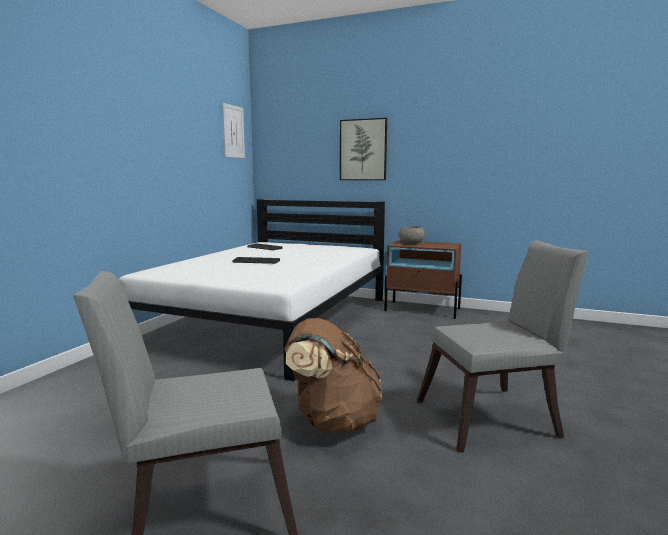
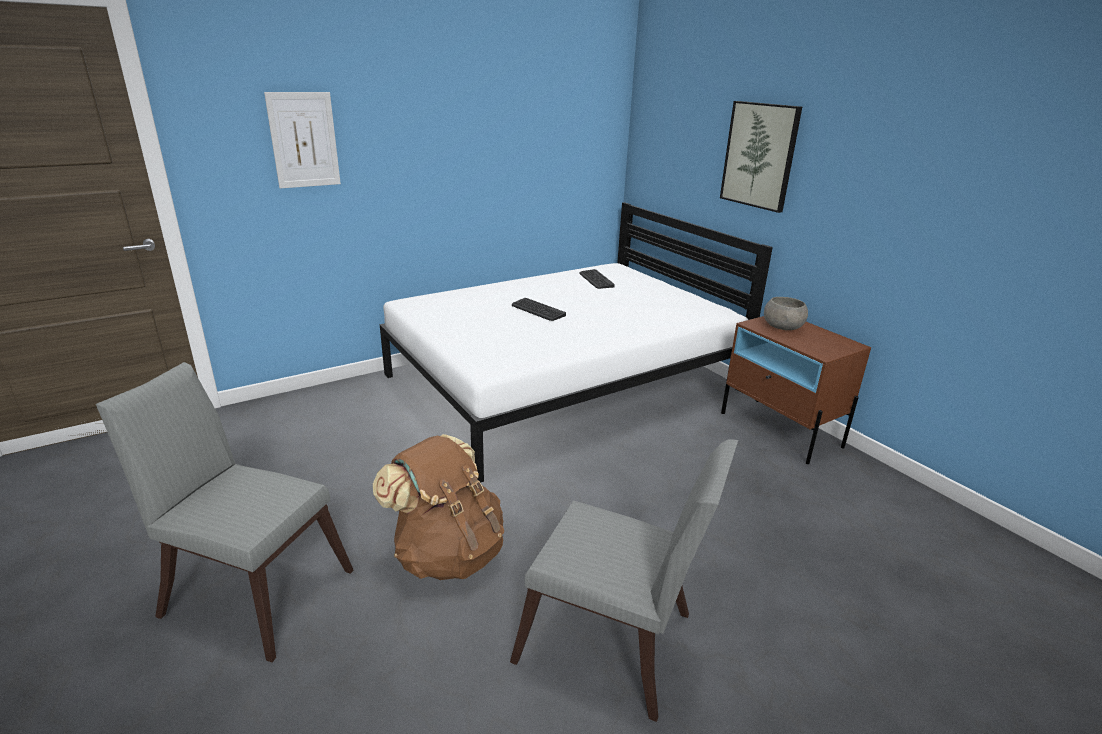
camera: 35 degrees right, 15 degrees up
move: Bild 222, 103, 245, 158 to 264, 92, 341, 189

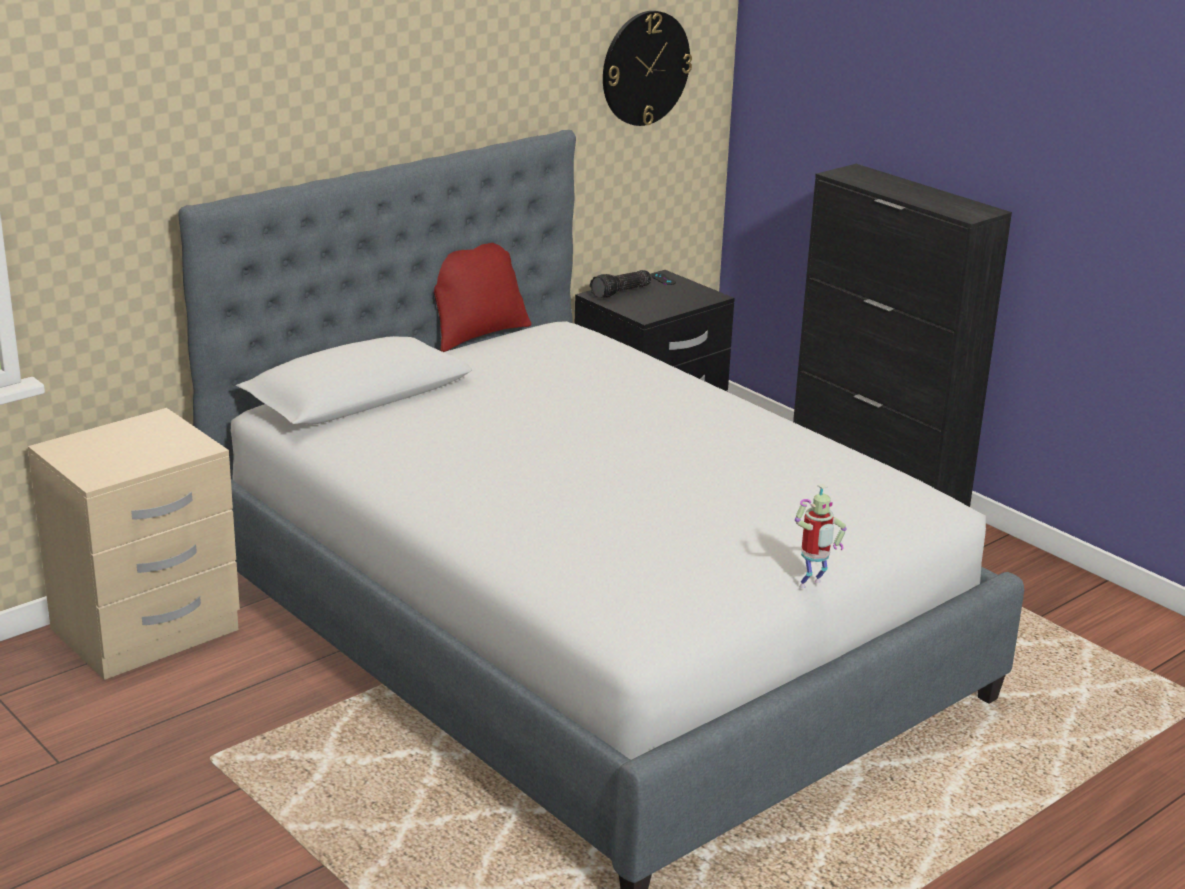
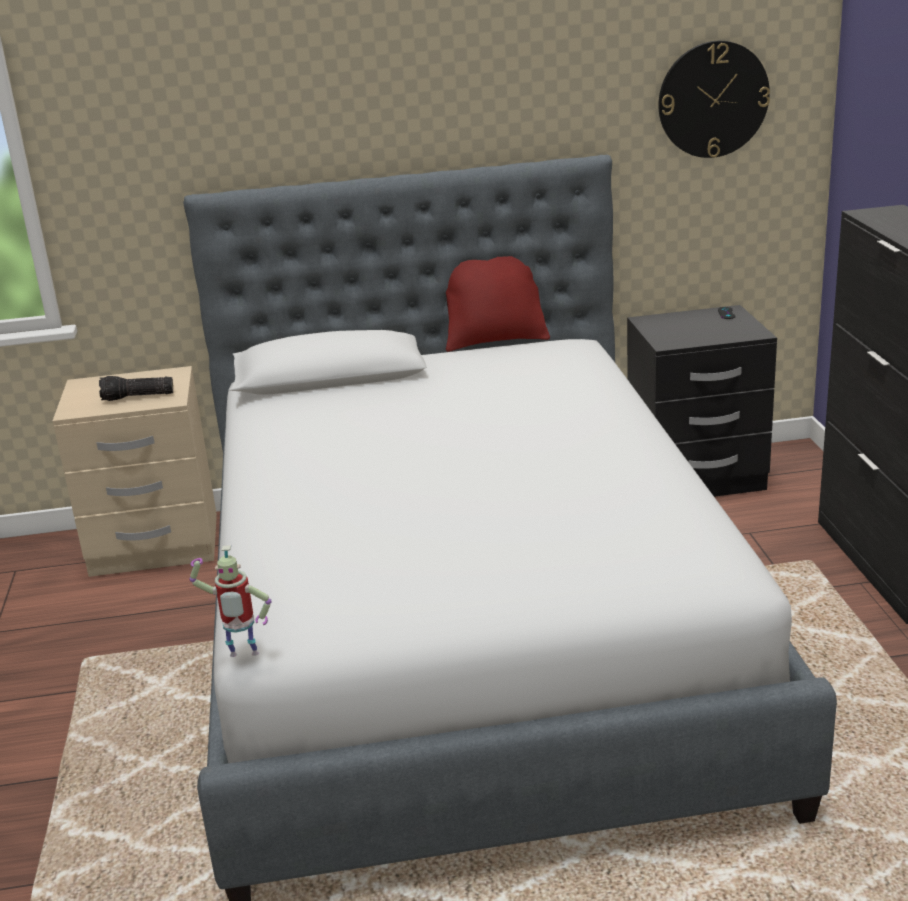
camera: 35 degrees right, 0 degrees up
move: Taschenlampe 590, 270, 651, 298 to 99, 376, 173, 401; Spielzeugroboter 795, 484, 847, 588 to 190, 545, 272, 657

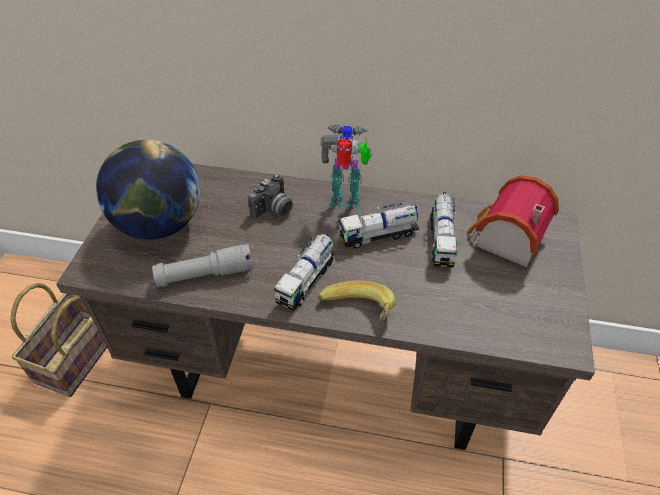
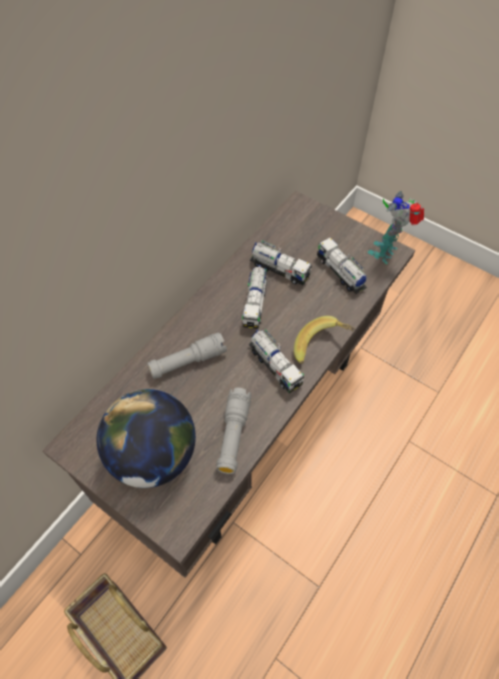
camera: 65 degrees left, 10 degrees up
delete: Spielzeughaus 467, 175, 559, 267
insert: Spielzeuglaster 317, 238, 367, 294
move: Spielzeugroboter 320, 125, 372, 210 to 368, 191, 424, 264
replace: Kamera 248, 174, 293, 219 to Taschenlampe (grau) 147, 332, 227, 379

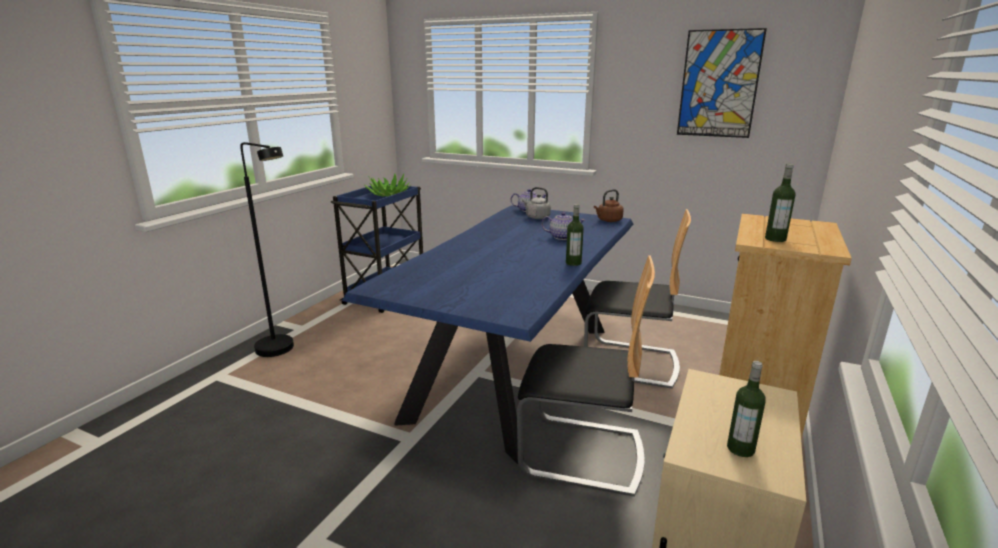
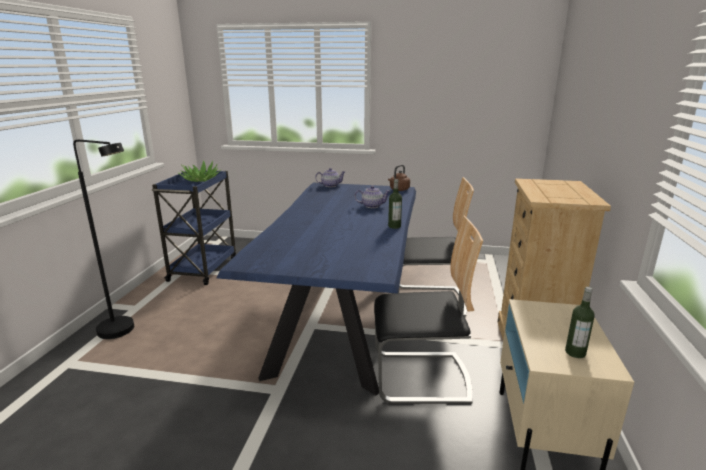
camera: 15 degrees left, 0 degrees up
delete: Wasserkessel (grau) 522, 187, 551, 219; Bild 677, 28, 767, 138; Flasche 765, 164, 795, 242

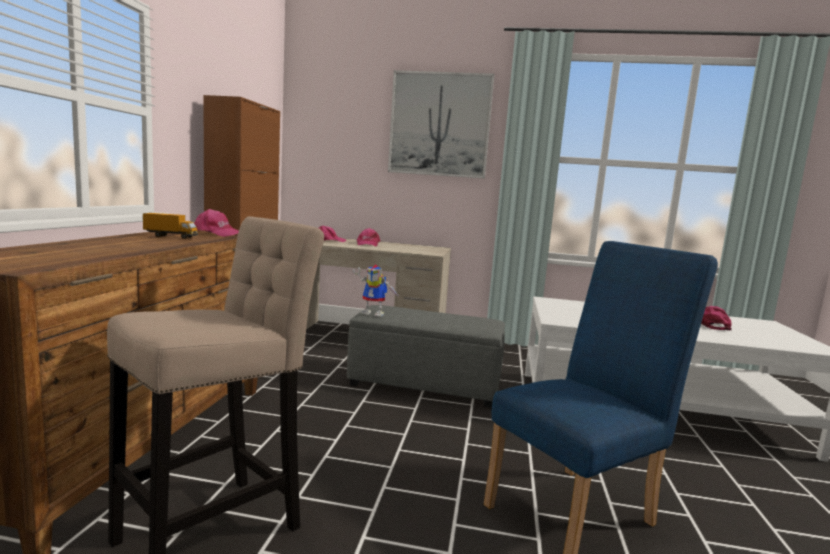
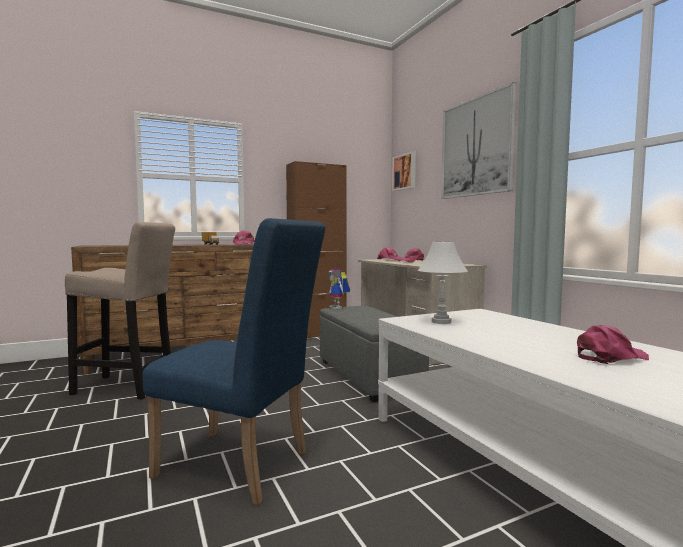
camera: 55 degrees right, 5 degrees down
insert: Bild 392, 152, 416, 191; Tischlampe (weiß) 418, 241, 468, 324

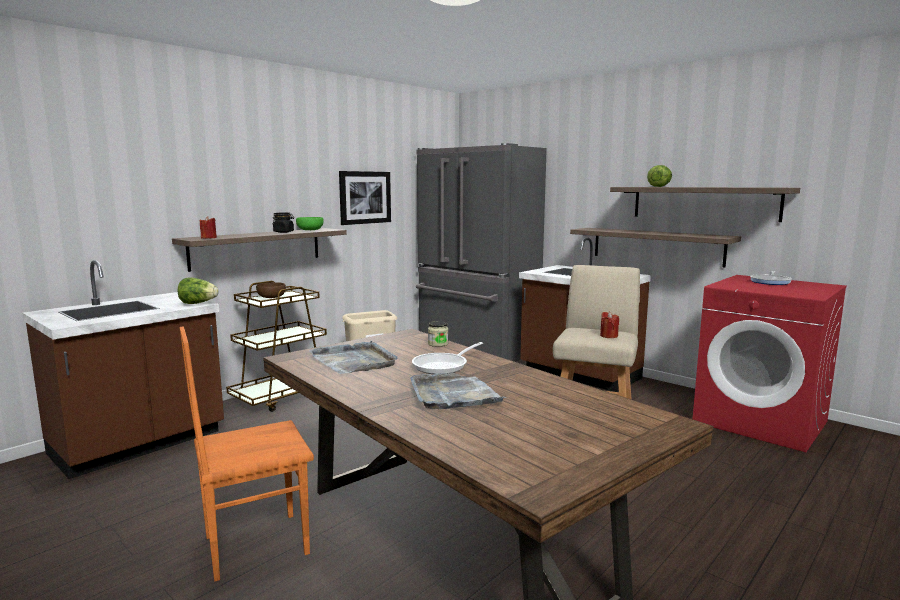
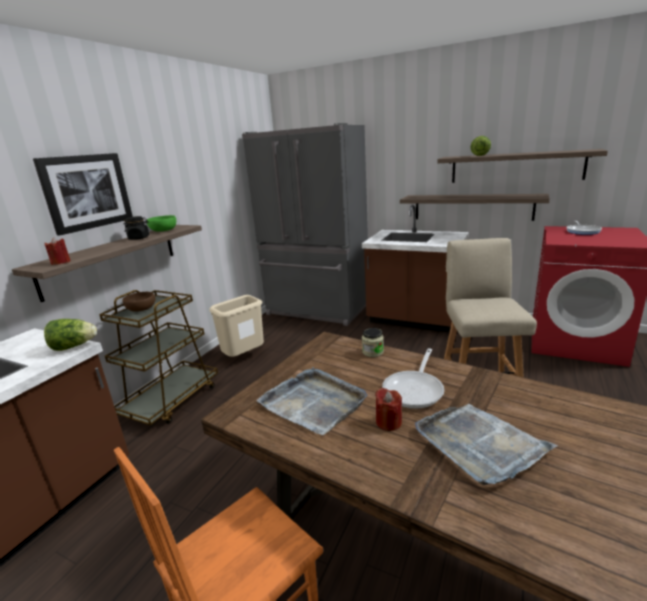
camera: 15 degrees left, 10 degrees up
move: Bild 339, 171, 391, 225 to 33, 153, 133, 236; Kerze (rot) 600, 311, 619, 338 to 375, 388, 402, 431

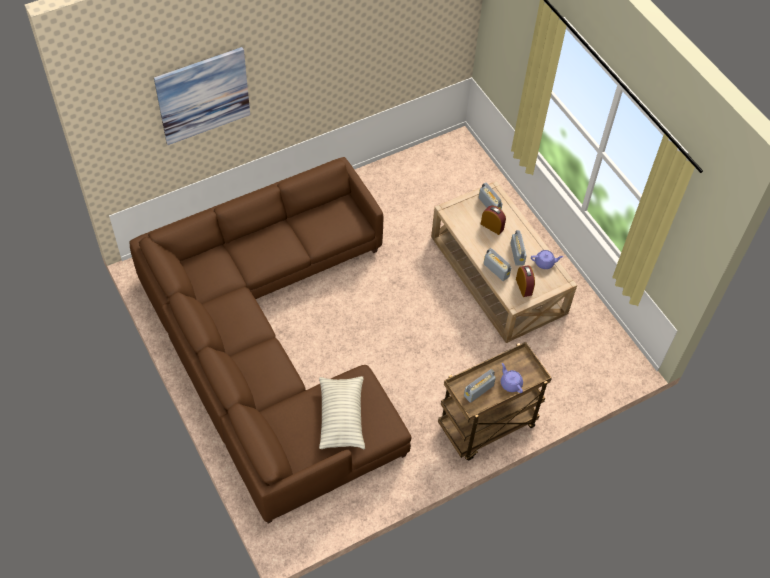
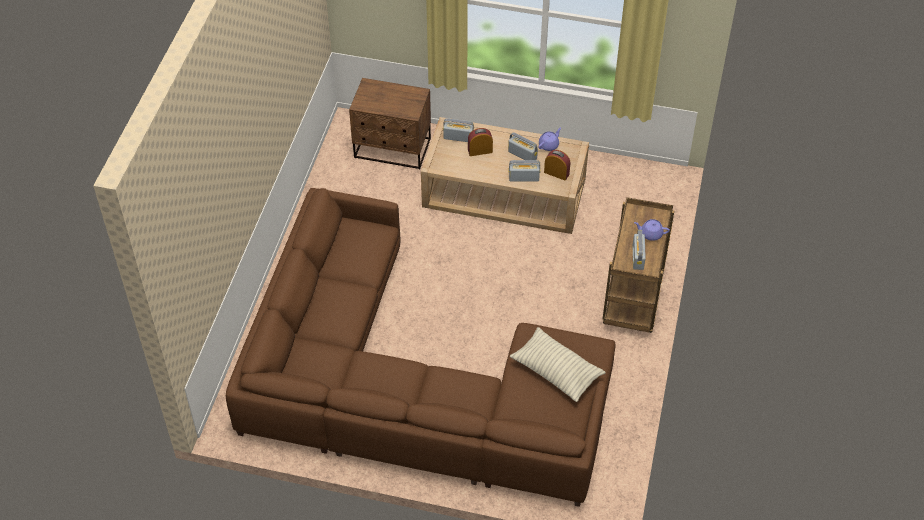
camera: 45 degrees left, 5 degrees down
delete: Bild 154, 47, 250, 145
insert: Nachttisch (braun) 349, 78, 431, 169

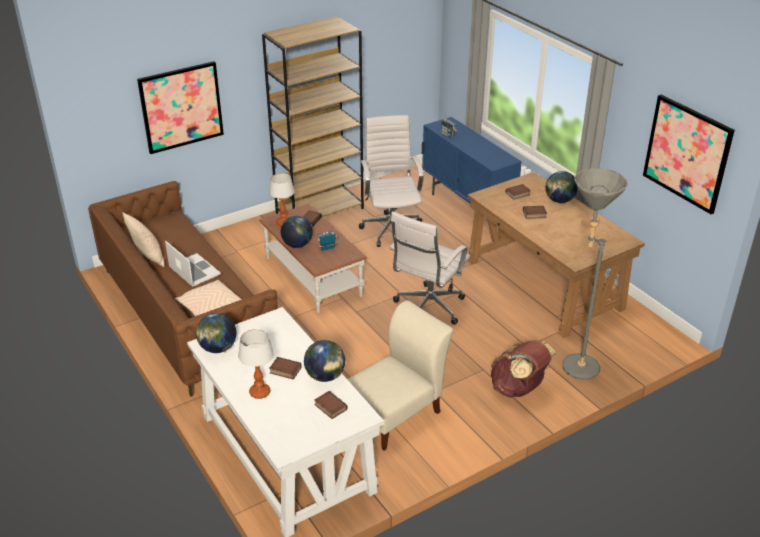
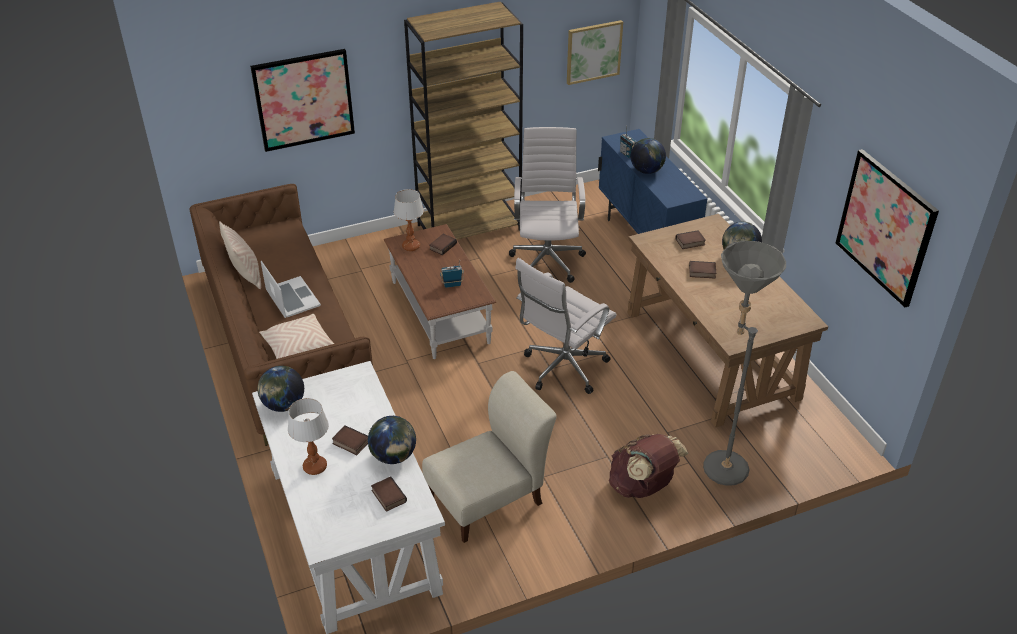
camera: 10 degrees right, 5 degrees up
insert: Bild 567, 20, 623, 85
move: Globus 281, 216, 313, 248 to 630, 138, 666, 174

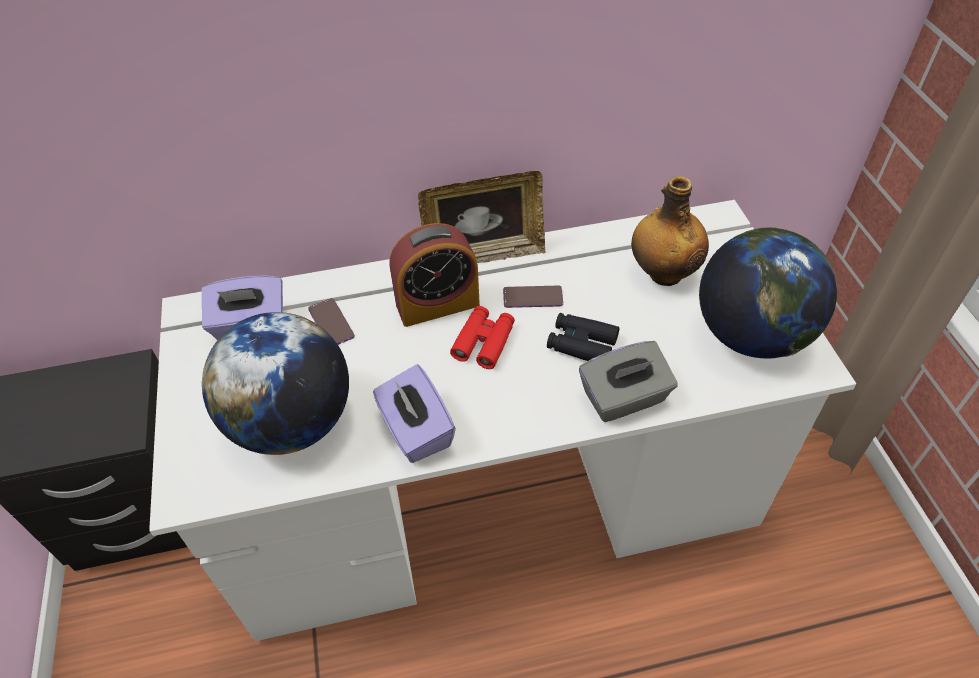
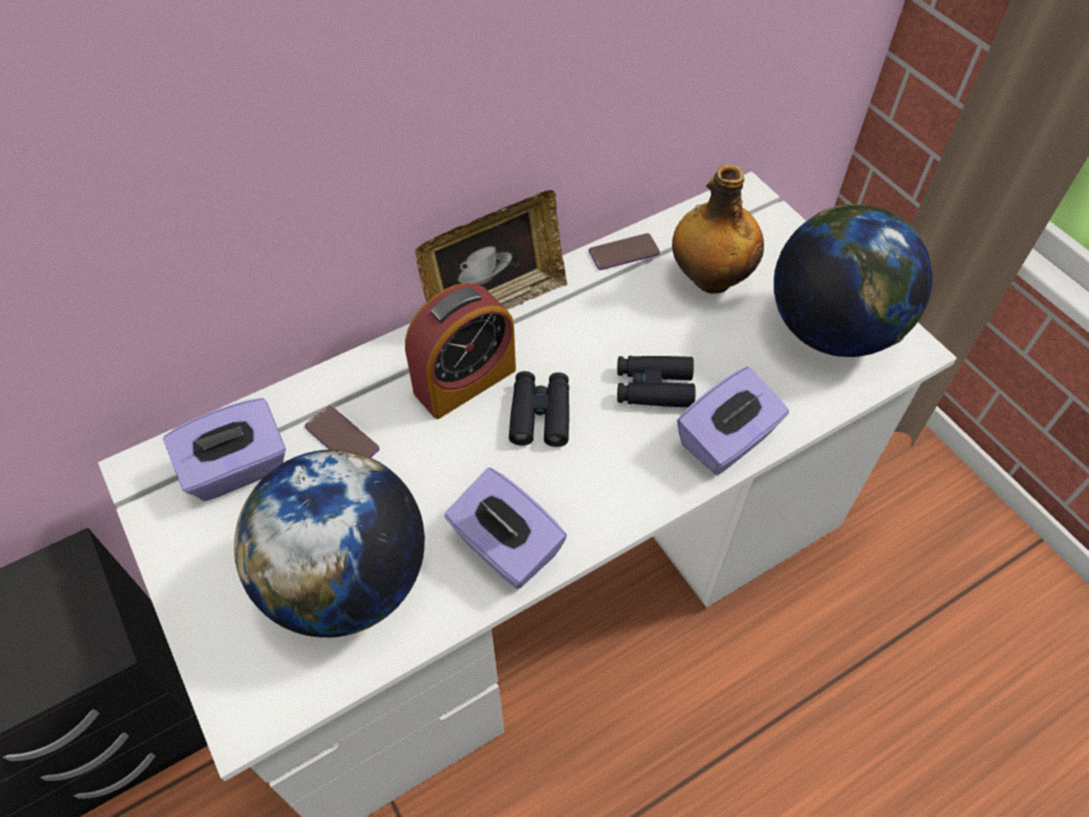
camera: 20 degrees left, 5 degrees up
move: Handy 503, 286, 563, 308 to 588, 233, 660, 270
recolor: Fernglas (rot) 450, 306, 515, 369 to Fernglas (schwarz) 509, 371, 569, 447; Taschentuchbox (grau) 579, 341, 678, 422 to Taschentuchbox (lila) 677, 367, 789, 475

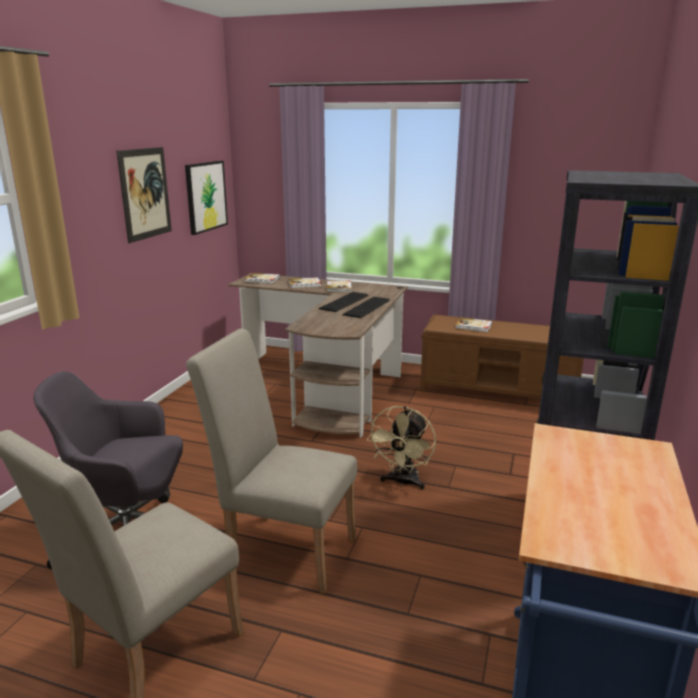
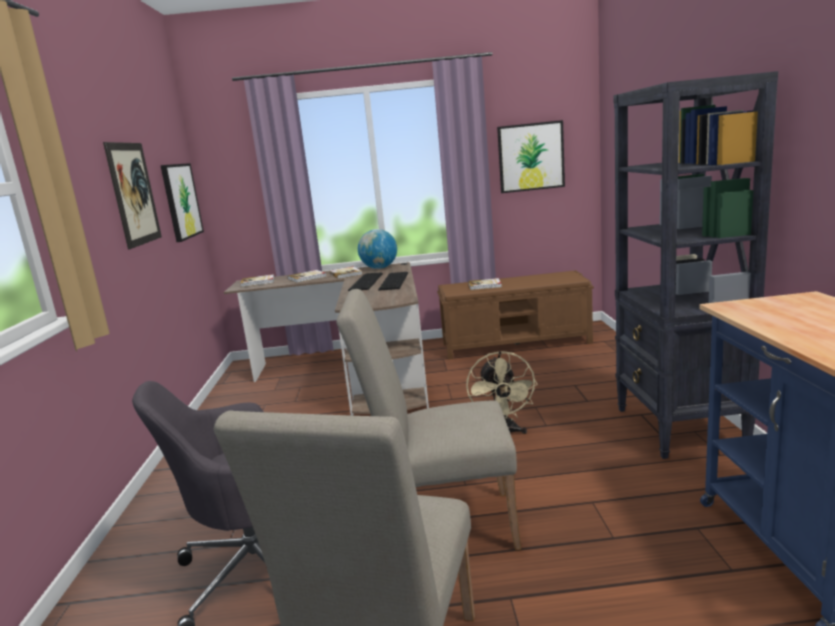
camera: 20 degrees left, 5 degrees down
insert: Globus 358, 229, 397, 269; Bild 497, 120, 565, 193

